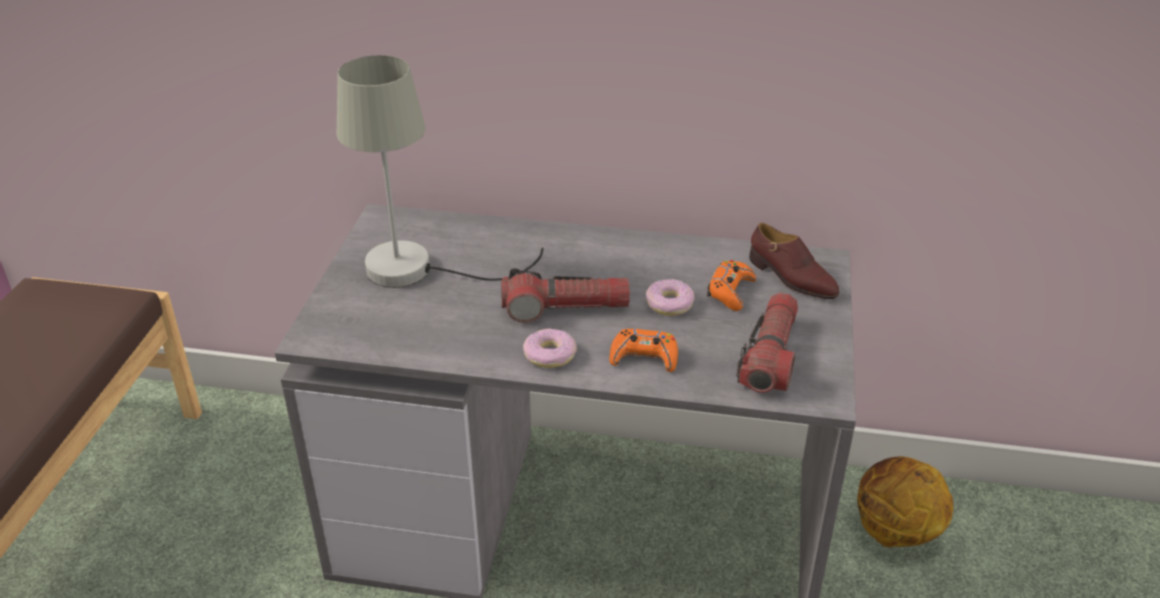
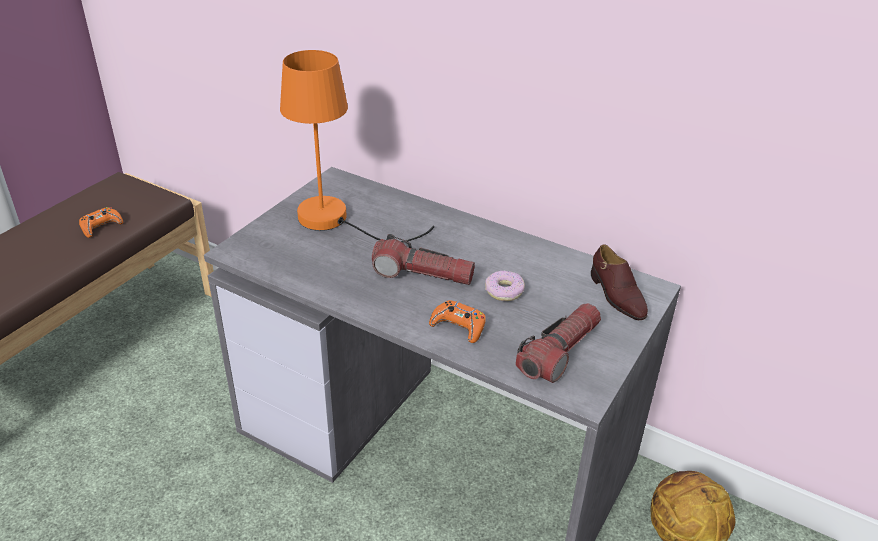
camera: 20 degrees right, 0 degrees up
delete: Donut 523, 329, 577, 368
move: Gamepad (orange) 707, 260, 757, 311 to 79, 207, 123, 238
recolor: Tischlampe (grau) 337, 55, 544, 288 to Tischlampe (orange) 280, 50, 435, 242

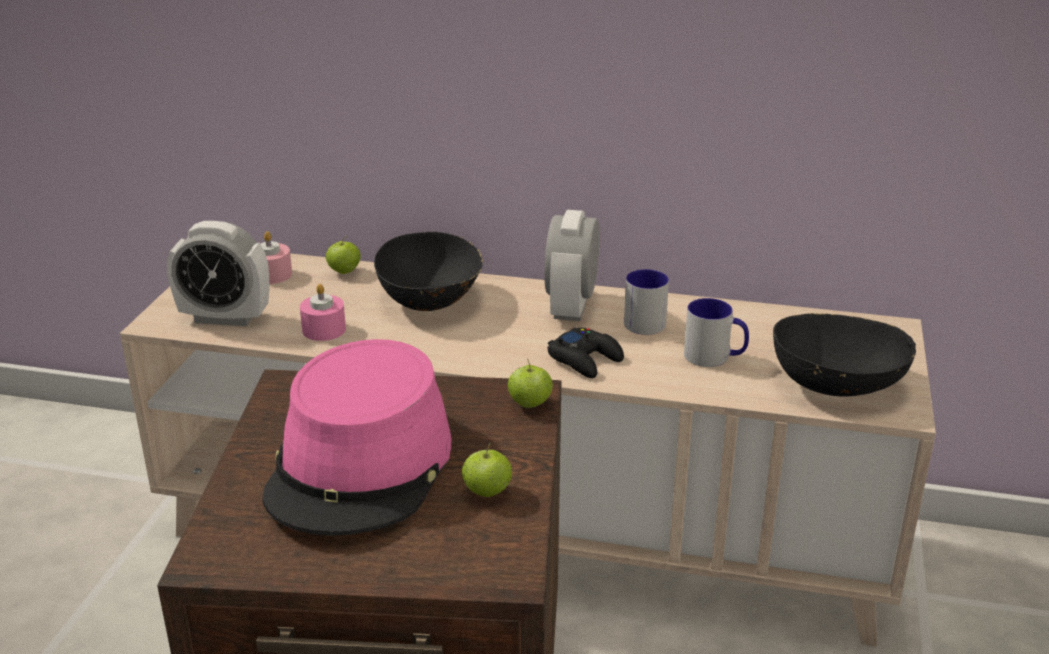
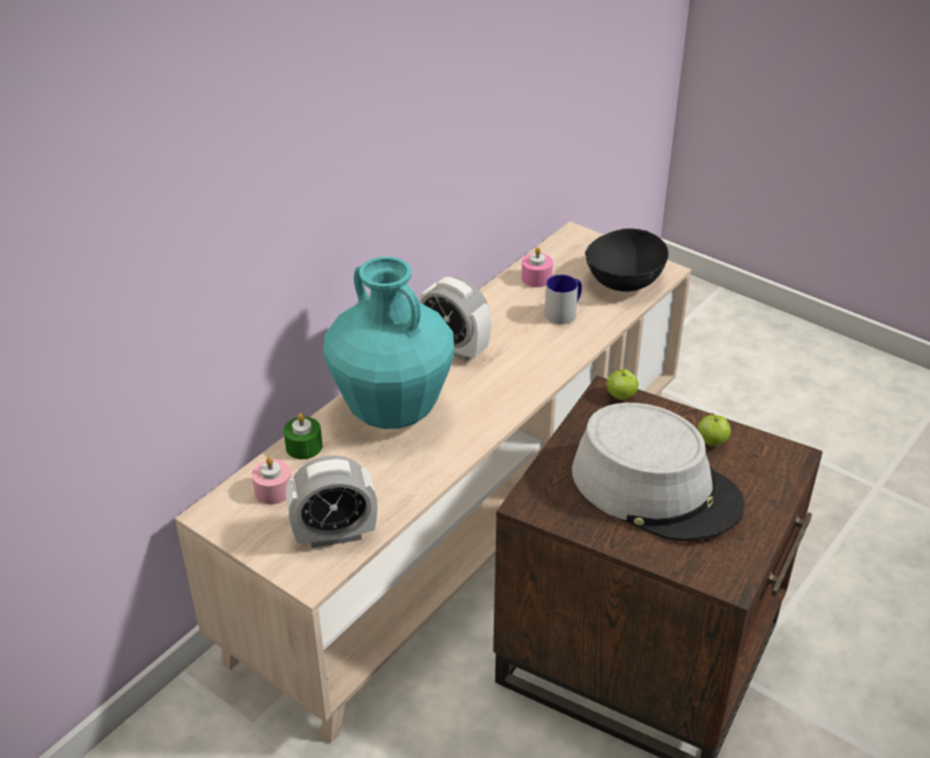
camera: 65 degrees left, 10 degrees up
delete: Gamepad (schwarz) 548, 328, 624, 378; Henkelbecher 624, 269, 669, 335
move: Kerze (rosa) 300, 284, 346, 341 to 521, 247, 553, 287
replace: Apfel 326, 236, 361, 274 to Kerze (grün) 284, 413, 322, 459; Schüssel (schwarz) 374, 232, 483, 311 to Vase (türkis) 323, 257, 454, 429
recolor: Hut (rosa) 262, 339, 452, 536 to Hut (grau) 572, 403, 745, 541
rotate: Wecker 167, 221, 269, 326 = 286, 455, 377, 548 45 degrees clockwise

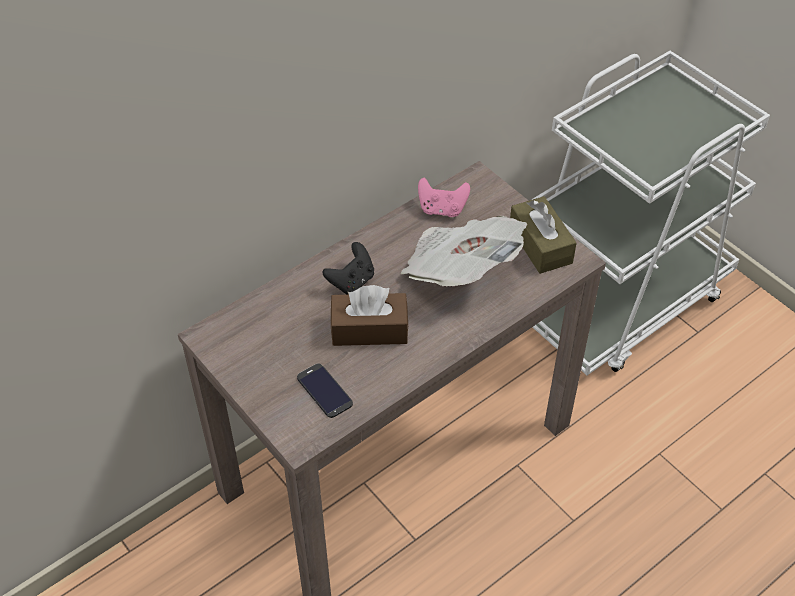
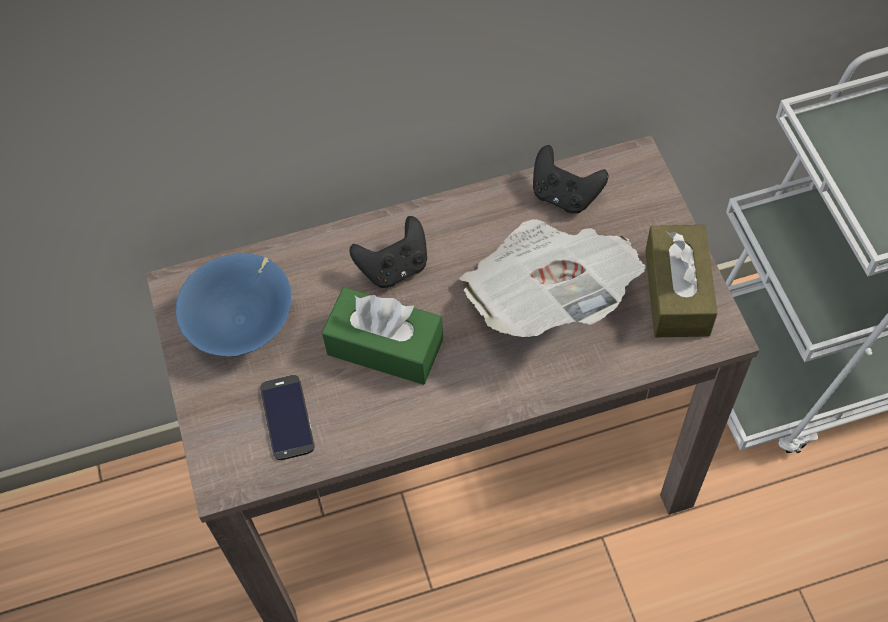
camera: 25 degrees right, 10 degrees up
insert: Schüssel (blau) 176, 253, 292, 356
recolor: Taschentuchbox (braun) 331, 285, 409, 346 to Taschentuchbox (grün) 322, 287, 443, 385; Gamepad (rosa) 418, 178, 470, 217 to Gamepad (schwarz) 533, 145, 608, 214

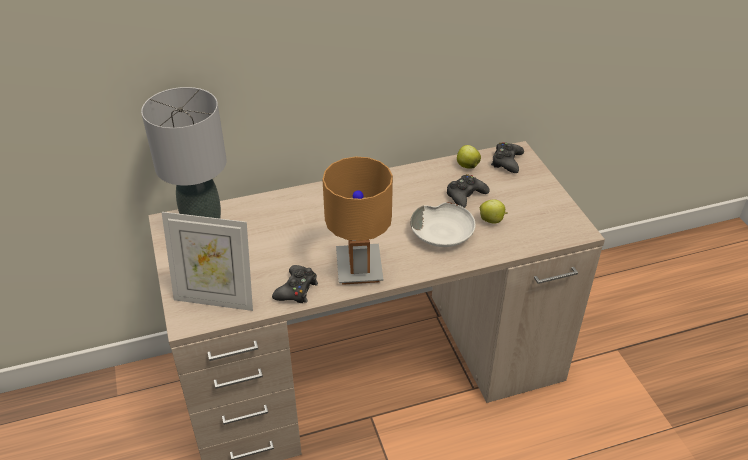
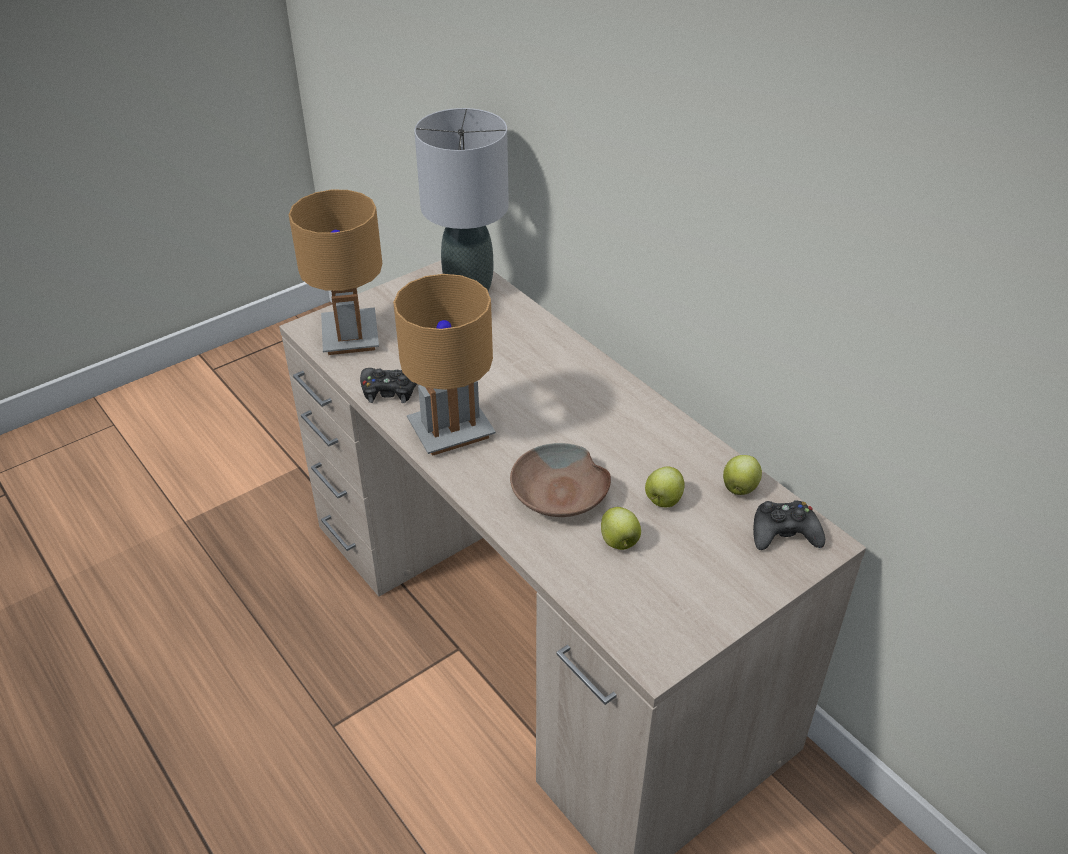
camera: 70 degrees right, 0 degrees up
replace: Bilderrahmen 162, 212, 253, 311 to Tischlampe (braun) 289, 190, 382, 355; Gamepad (schwarz) 447, 174, 490, 208 to Apfel 645, 466, 685, 507
recolor: Schüssel (weiß) 410, 202, 476, 247 to Schüssel (braun) 510, 443, 611, 517

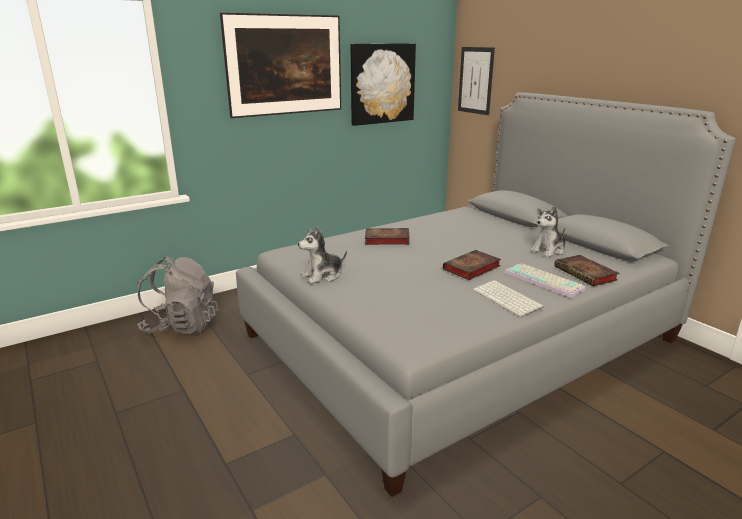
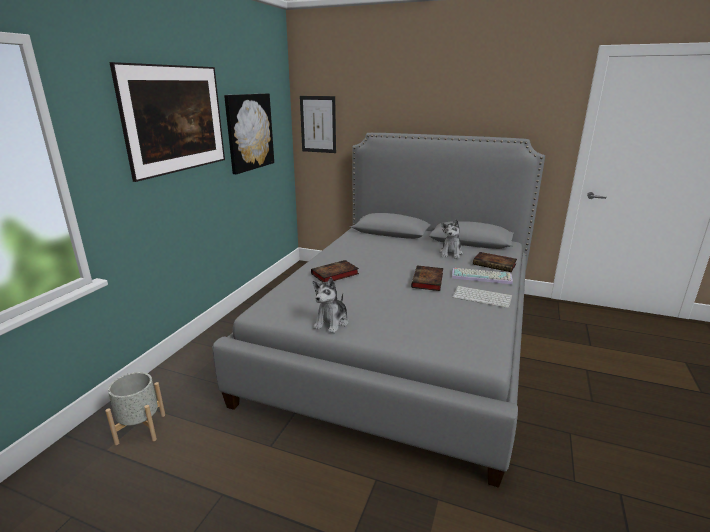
camera: 35 degrees left, 0 degrees up
replace: Rucksack (grau) 137, 256, 218, 334 to Pflanzkübel (grau) 105, 372, 165, 445

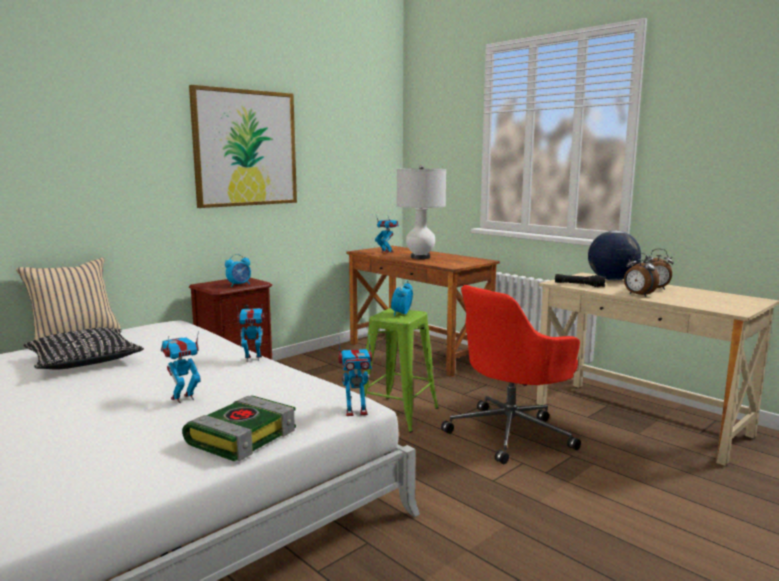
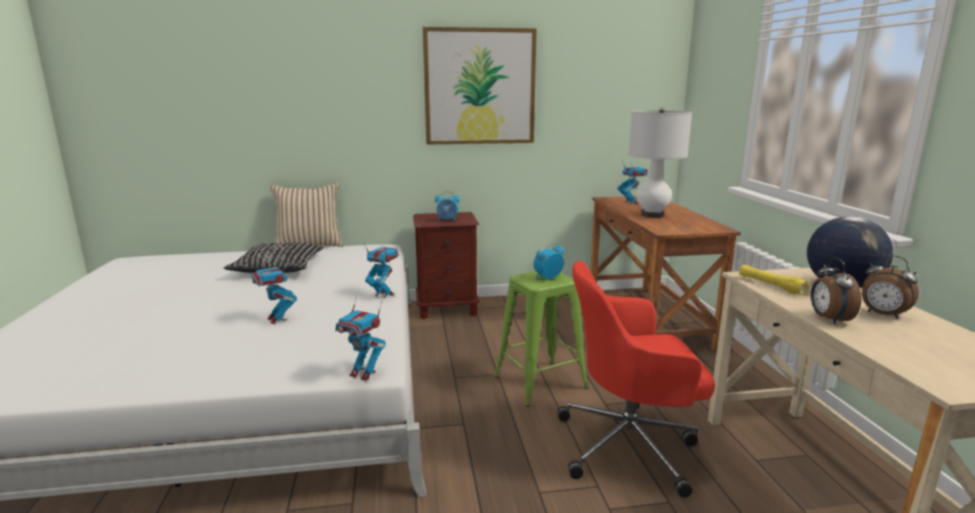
camera: 35 degrees right, 5 degrees up
delete: Buch 182, 396, 296, 461
recolor: Taschenlampe (schwarz) 555, 274, 606, 287 to Taschenlampe (gelb) 739, 265, 809, 295
rotate: Spielzeugroboter 161, 331, 201, 403 = 250, 256, 297, 324 120 degrees counterclockwise

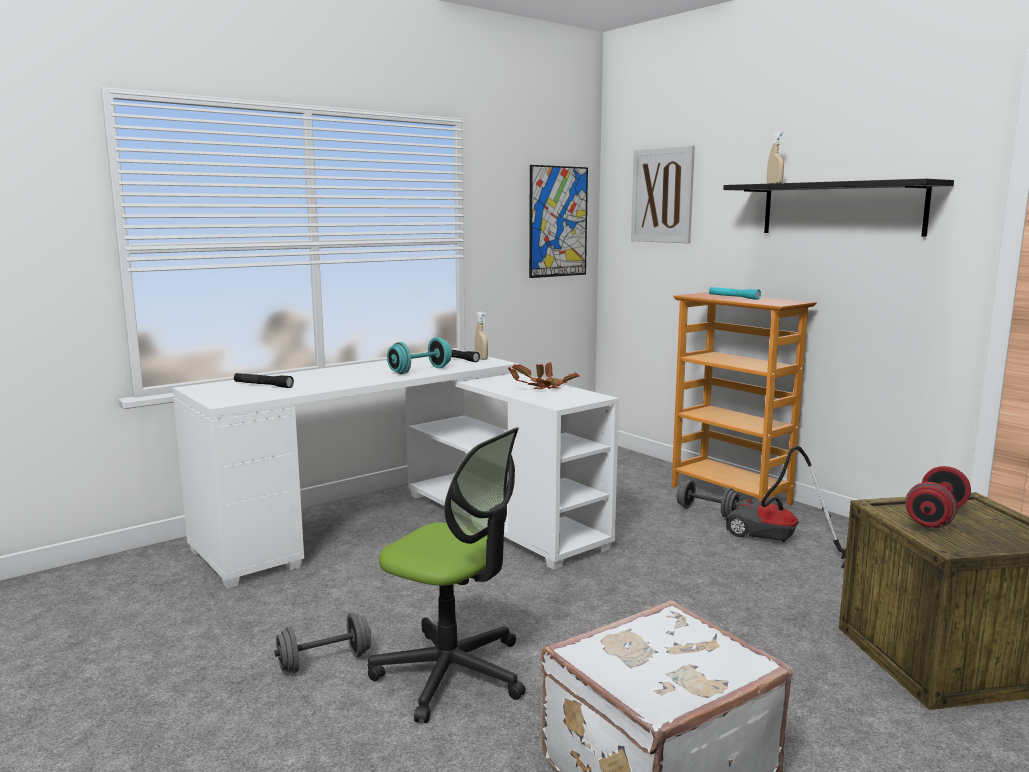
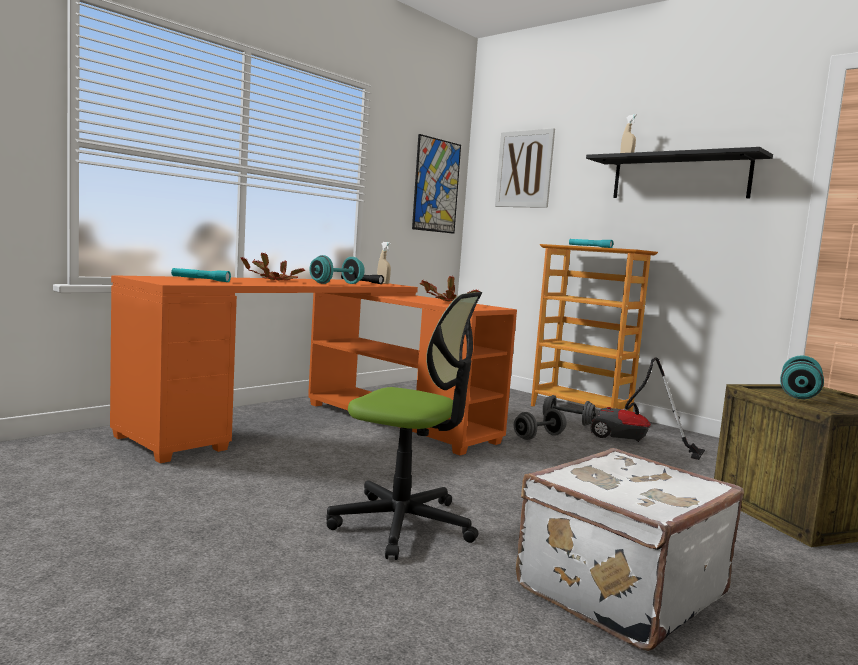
camera: 10 degrees left, 5 degrees down
insert: Topfpflanze 240, 253, 305, 281
move: Hantel (grau) 275, 612, 371, 673 to 514, 408, 566, 440
recolor: Schreibtisch (weiß) 173, 350, 619, 588 to Schreibtisch (orange) 110, 275, 517, 463; Taschenlampe (schwarz) 234, 373, 294, 388 to Taschenlampe (türkis) 171, 268, 231, 282; Hantel (rot) 905, 466, 971, 528 to Hantel (türkis) 780, 355, 824, 399

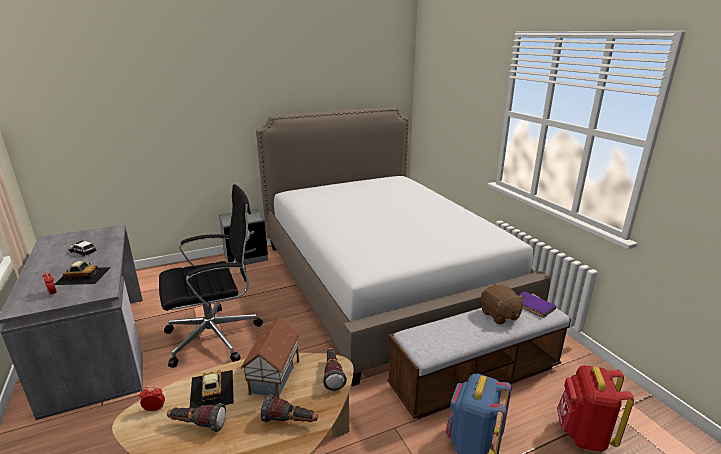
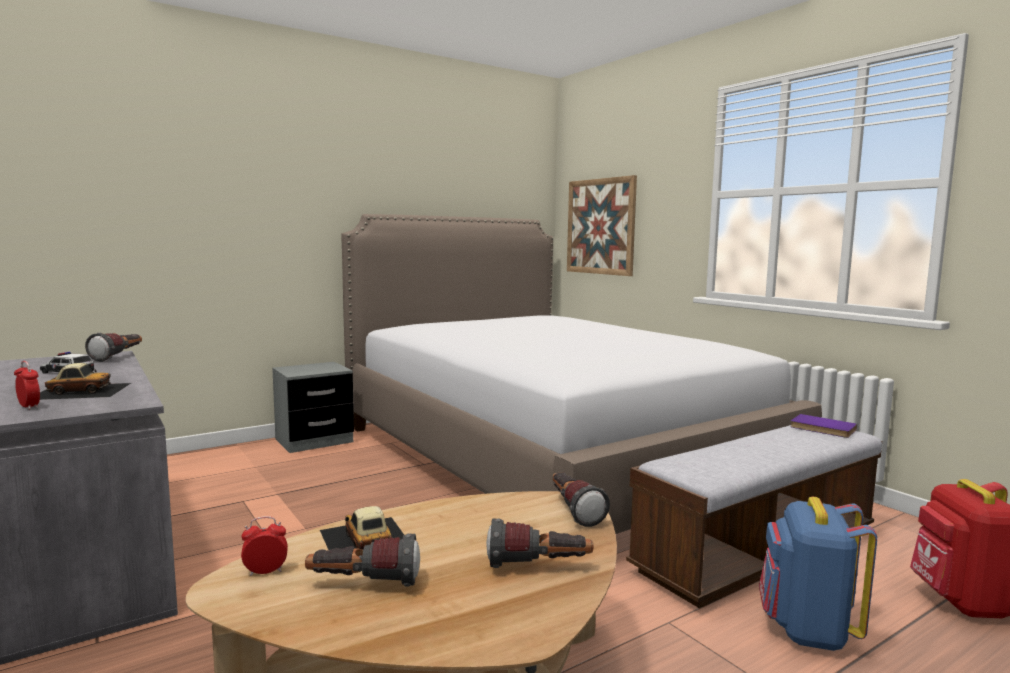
camera: 10 degrees left, 15 degrees down
delete: Bürostuhl (schwarz) 159, 184, 263, 368; Spielzeughaus 241, 317, 300, 398; Plüschtier (braun) 481, 285, 525, 324
insert: Taschenlampe 85, 333, 142, 362; Bild 567, 175, 637, 276

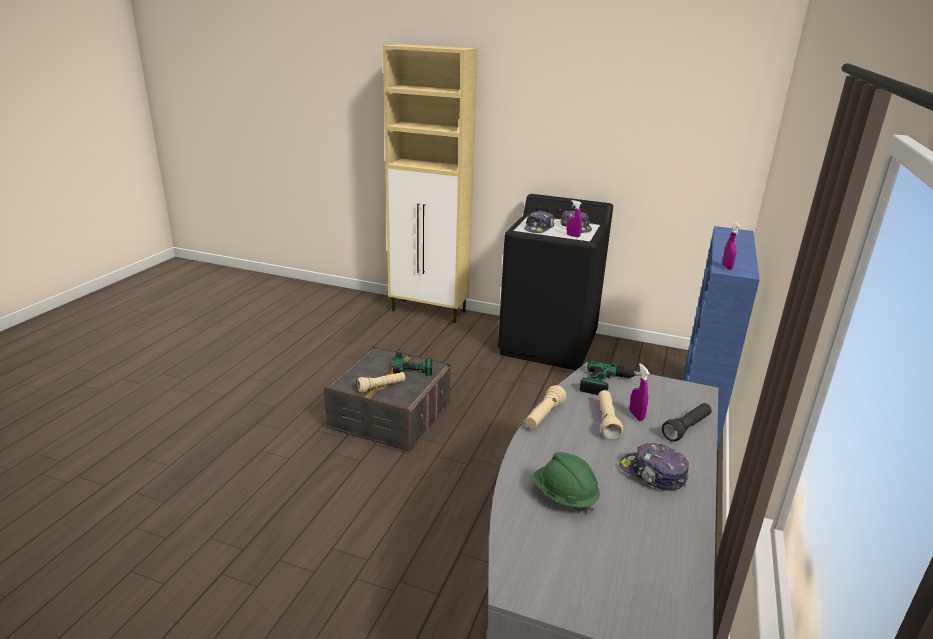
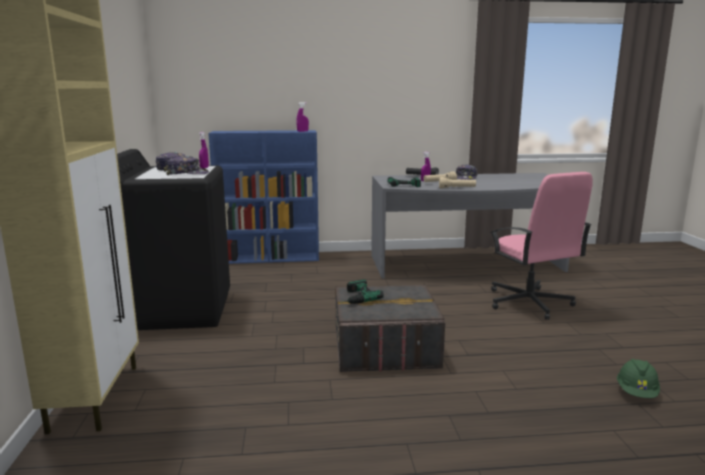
camera: 115 degrees left, 10 degrees down
delete: Taschenlampe (beige) 357, 372, 405, 393
insert: Bürostuhl (rosa) 490, 172, 593, 320
move: Schutzhelm (grün) 532, 452, 600, 513 to 617, 359, 660, 398

